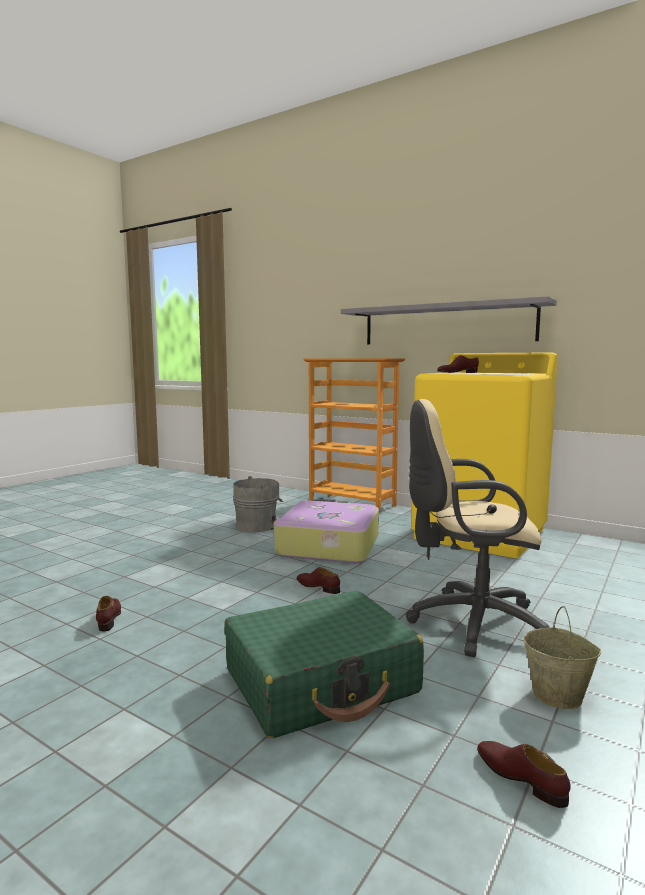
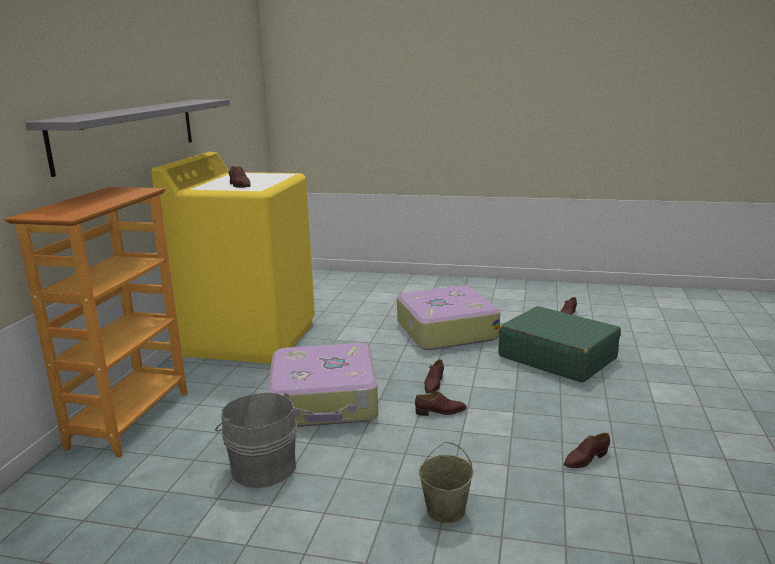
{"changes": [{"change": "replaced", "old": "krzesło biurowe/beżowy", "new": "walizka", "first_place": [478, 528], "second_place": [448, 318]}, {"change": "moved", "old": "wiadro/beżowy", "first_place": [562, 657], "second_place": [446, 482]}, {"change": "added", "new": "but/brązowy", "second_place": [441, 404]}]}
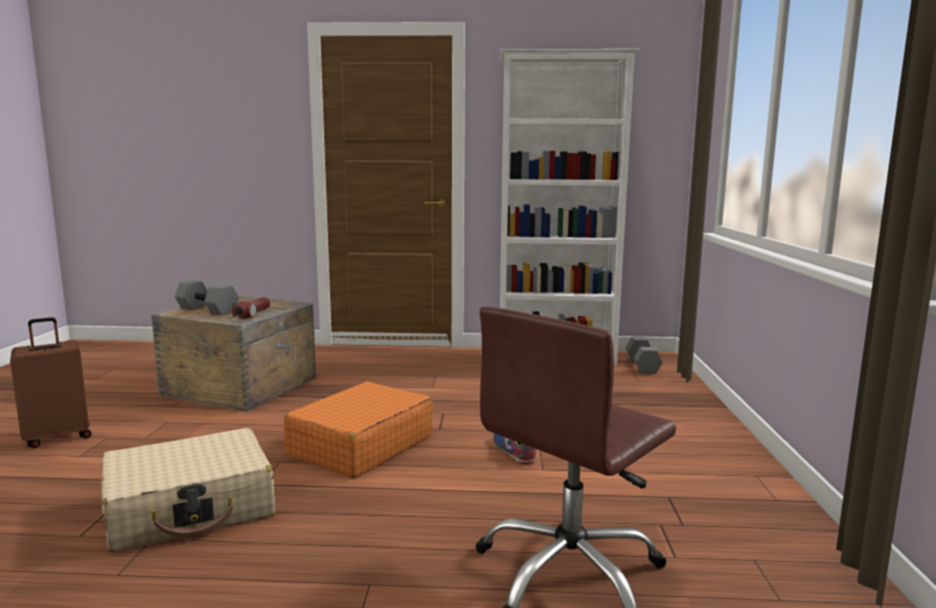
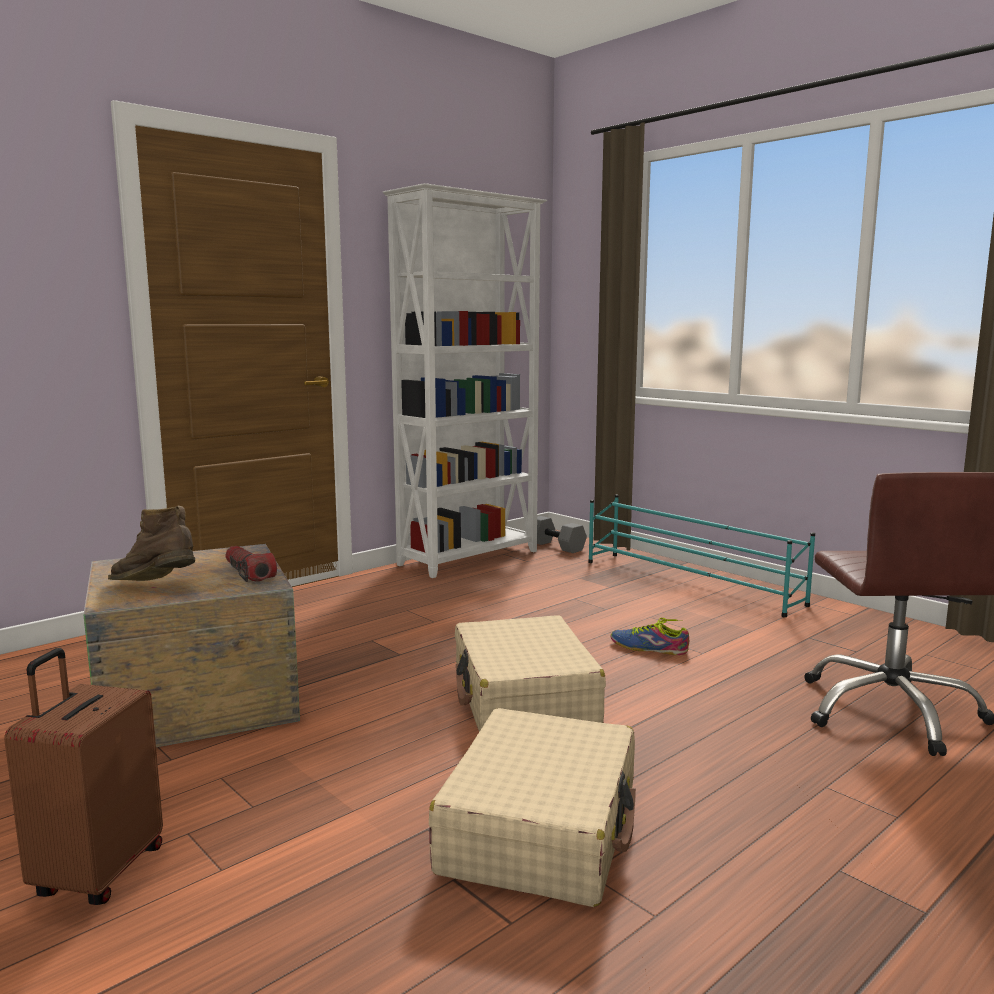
{"changes": [{"change": "replaced", "old": "hantel/szary", "new": "but z cholewką/brązowy", "first_place": [207, 298], "second_place": [151, 543]}, {"change": "recoloured", "old": "walizka/pomarańczowy", "new": "walizka/beżowy", "first_place": [358, 429], "second_place": [530, 673]}, {"change": "added", "new": "regał na buty/turkusowy", "second_place": [701, 555]}]}
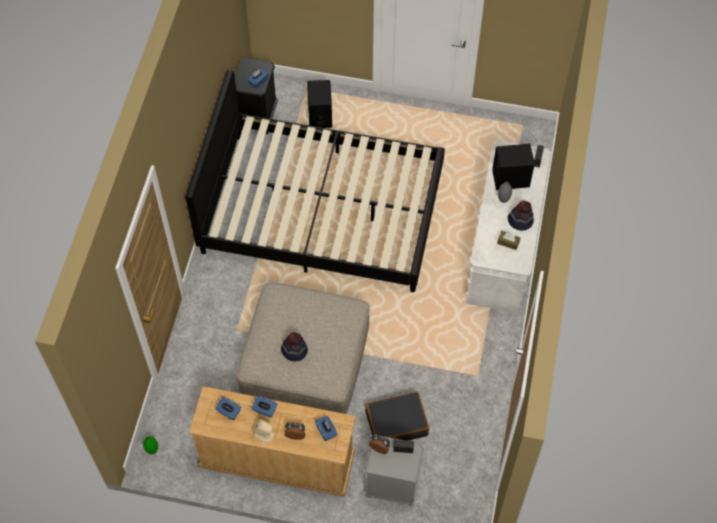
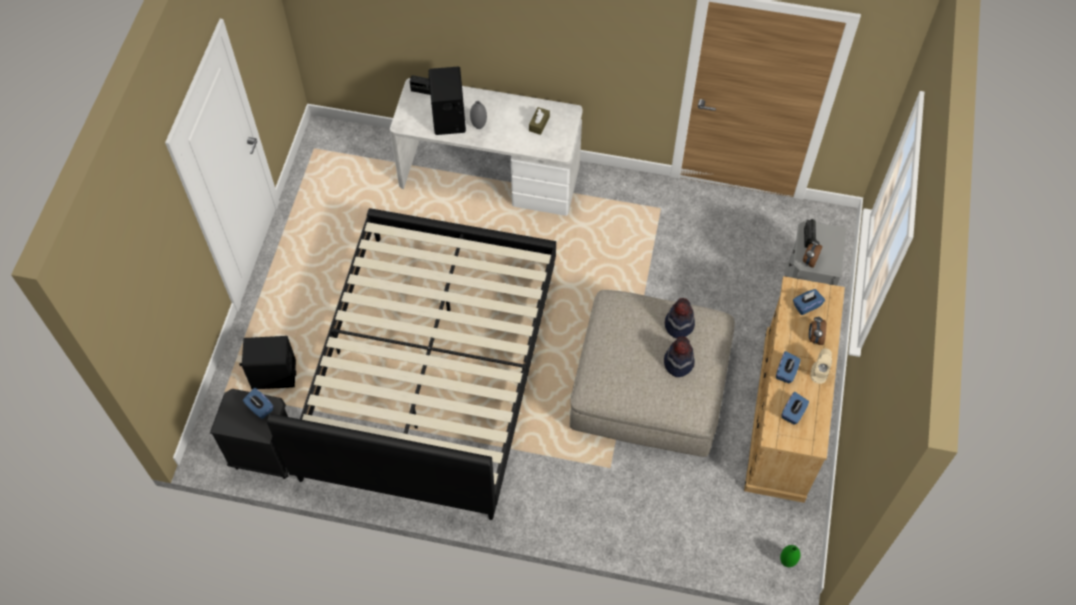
{"changes": [{"change": "moved", "old": "kapelusz", "first_place": [521, 216], "second_place": [680, 318]}, {"change": "removed", "old": "walizka/czarny", "first_place": [397, 416]}]}
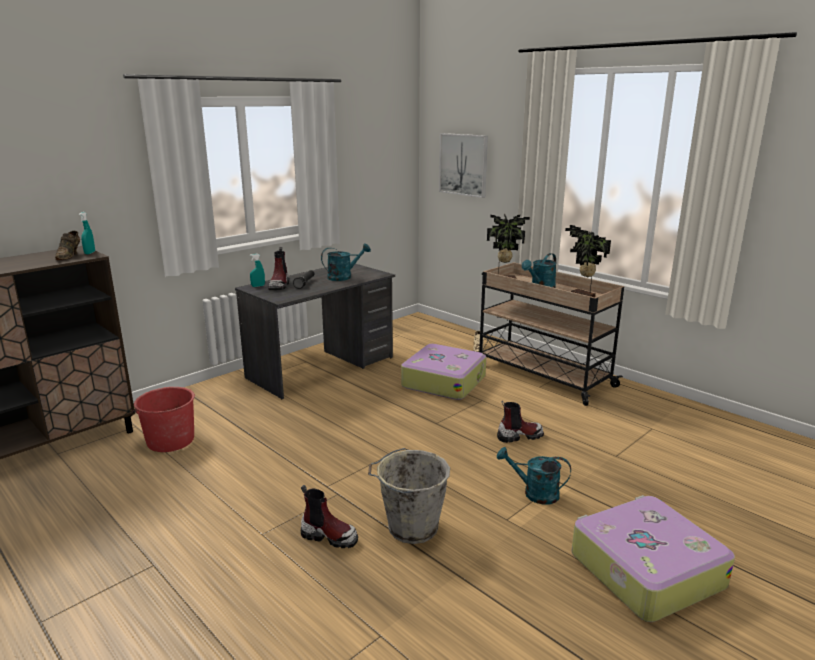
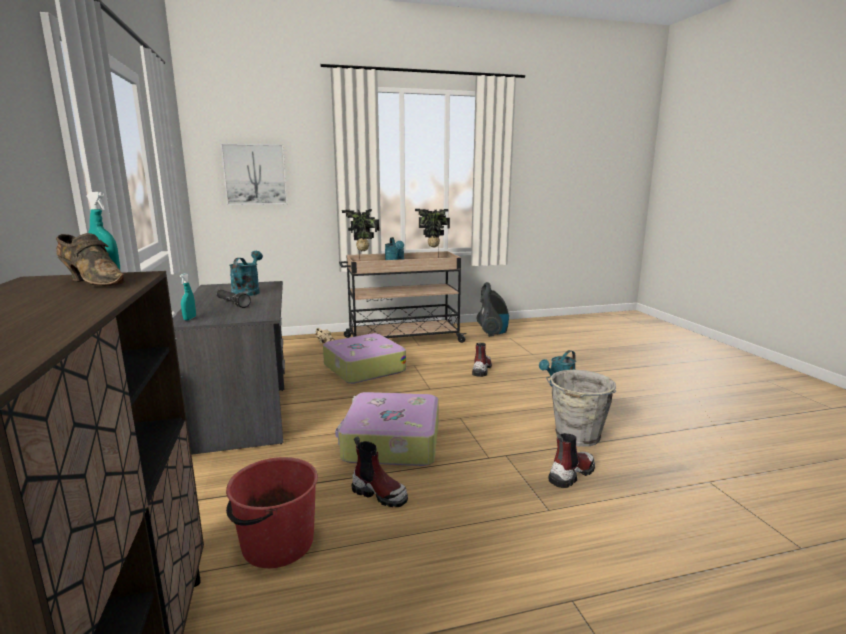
{"changes": [{"change": "moved", "old": "but z cholewką", "first_place": [279, 268], "second_place": [380, 471]}, {"change": "moved", "old": "walizka", "first_place": [653, 558], "second_place": [387, 429]}, {"change": "added", "new": "odkurzacz", "second_place": [493, 309]}]}
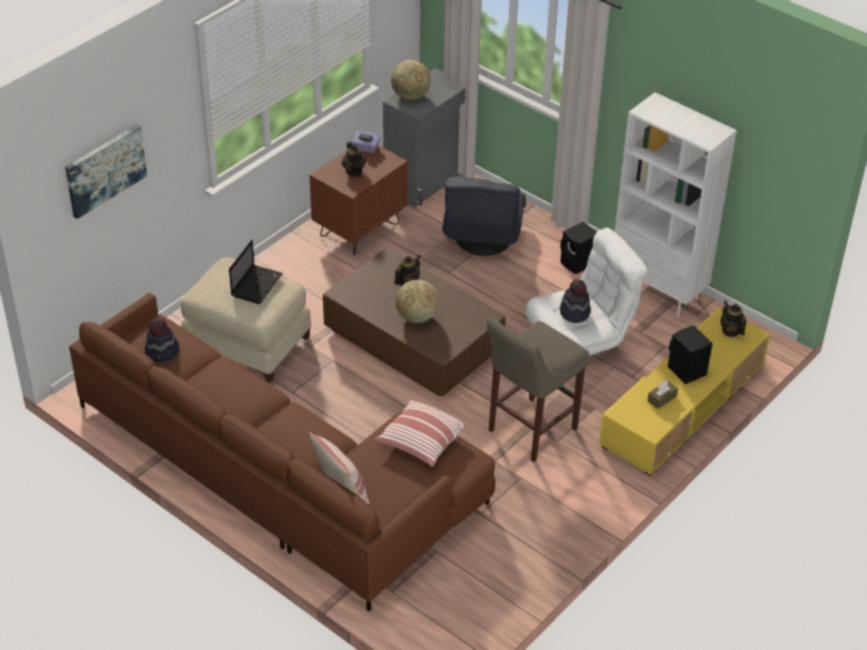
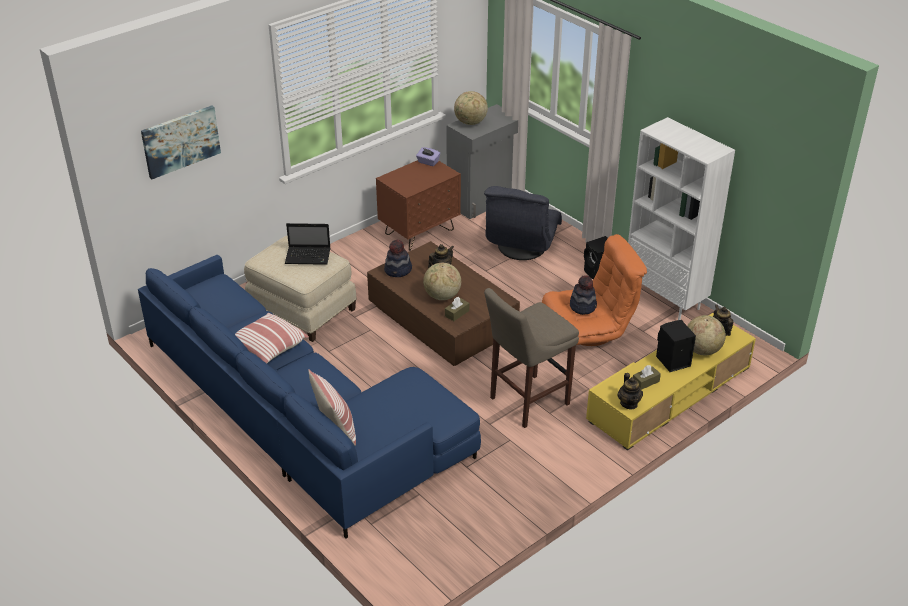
{"changes": [{"change": "moved", "old": "imbryk", "first_place": [354, 158], "second_place": [630, 391]}, {"change": "recoloured", "old": "fotel/biały", "new": "fotel/pomarańczowy", "first_place": [586, 292], "second_place": [594, 290]}, {"change": "turned", "old": "laptop", "first_place": [256, 272], "second_place": [308, 244], "degrees": 60}, {"change": "recoloured", "old": "kanapa/brązowy", "new": "kanapa/niebieski", "first_place": [282, 452], "second_place": [309, 397]}, {"change": "moved", "old": "kapelusz", "first_place": [162, 339], "second_place": [398, 258]}, {"change": "moved", "old": "poduszka", "first_place": [421, 433], "second_place": [272, 338]}, {"change": "added", "new": "pudełko chusteczek/brązowy", "second_place": [457, 309]}, {"change": "added", "new": "globus", "second_place": [706, 335]}]}
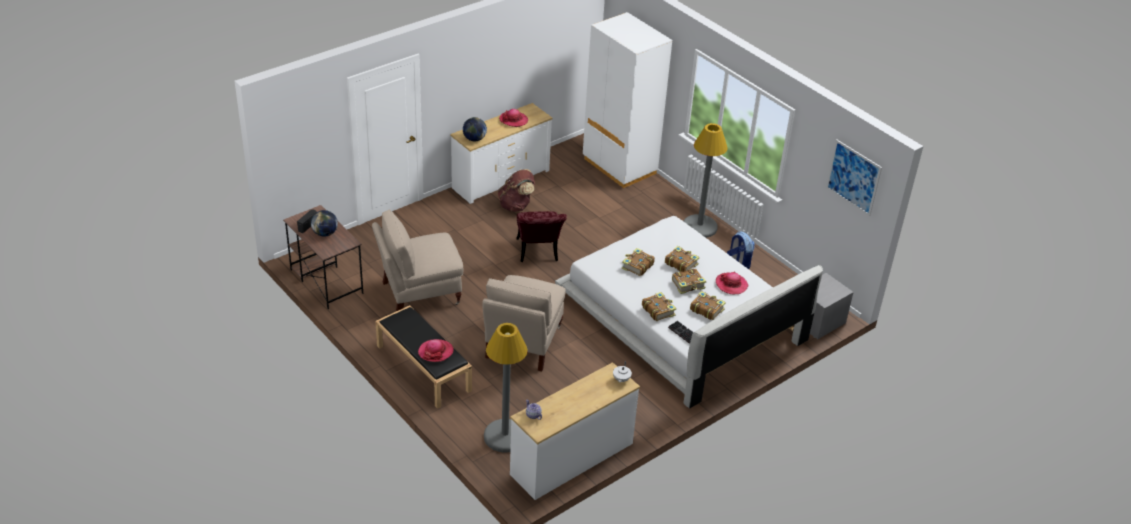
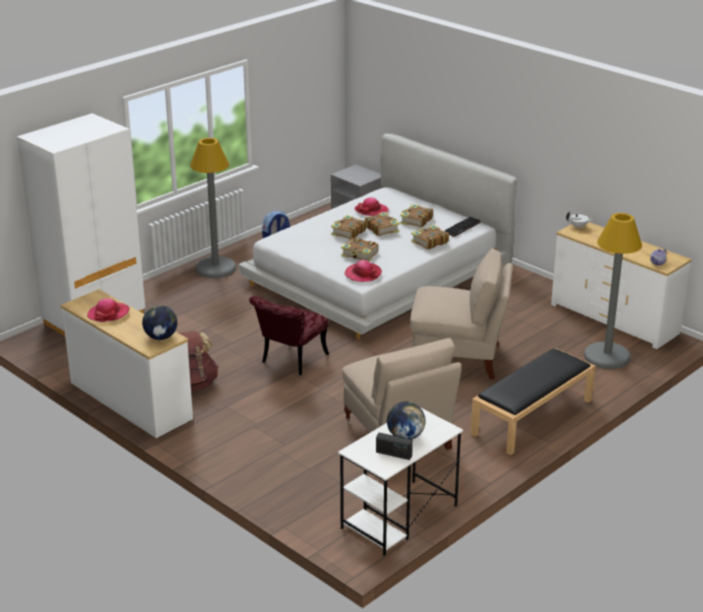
{"changes": [{"change": "removed", "old": "obraz", "first_place": [854, 178]}, {"change": "recoloured", "old": "biurko/brązowy", "new": "biurko/biały", "first_place": [323, 257], "second_place": [400, 482]}, {"change": "turned", "old": "krzesło/czerwony", "first_place": [541, 236], "second_place": [289, 335], "degrees": 135}, {"change": "moved", "old": "kapelusz", "first_place": [436, 350], "second_place": [363, 271]}]}
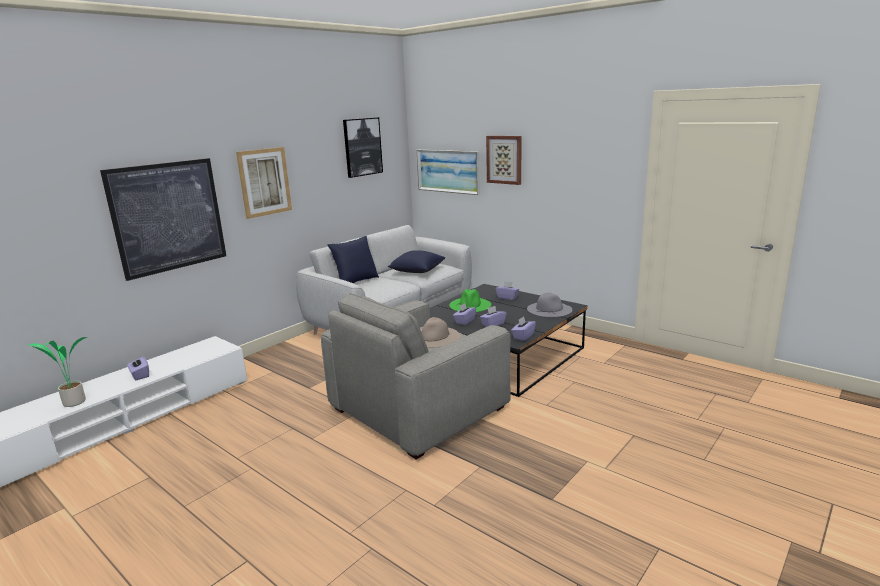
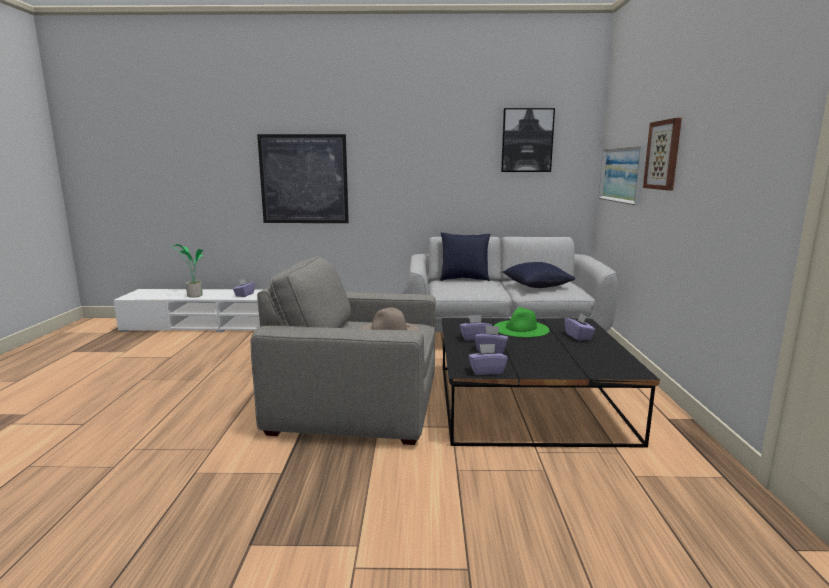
{"changes": [{"change": "removed", "old": "obraz", "first_place": [264, 183]}, {"change": "removed", "old": "kapelusz/szary", "first_place": [549, 304]}]}
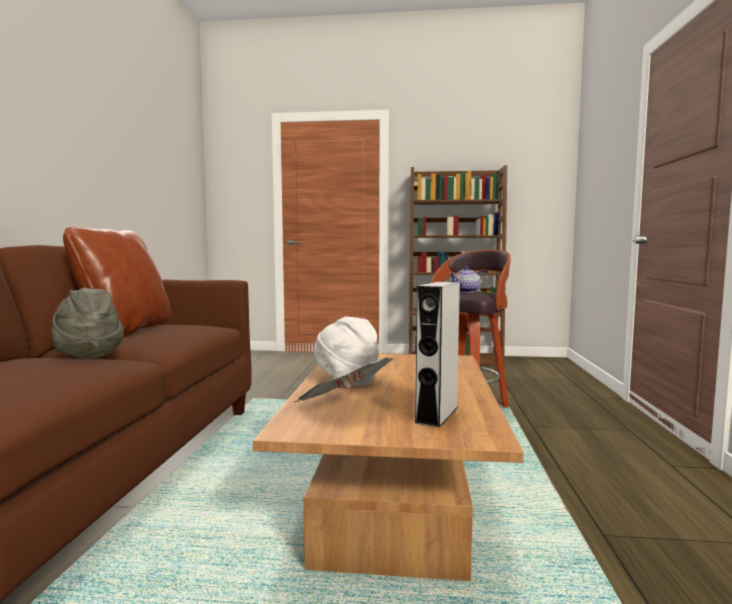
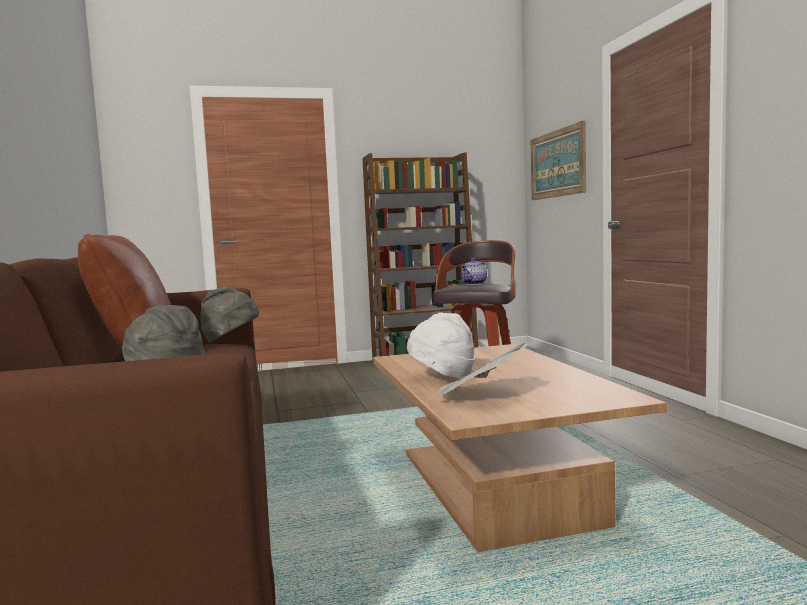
{"changes": [{"change": "removed", "old": "głośnik/szary", "first_place": [437, 354]}, {"change": "added", "new": "obraz", "second_place": [558, 160]}, {"change": "added", "new": "kapelusz/szary", "second_place": [229, 314]}]}
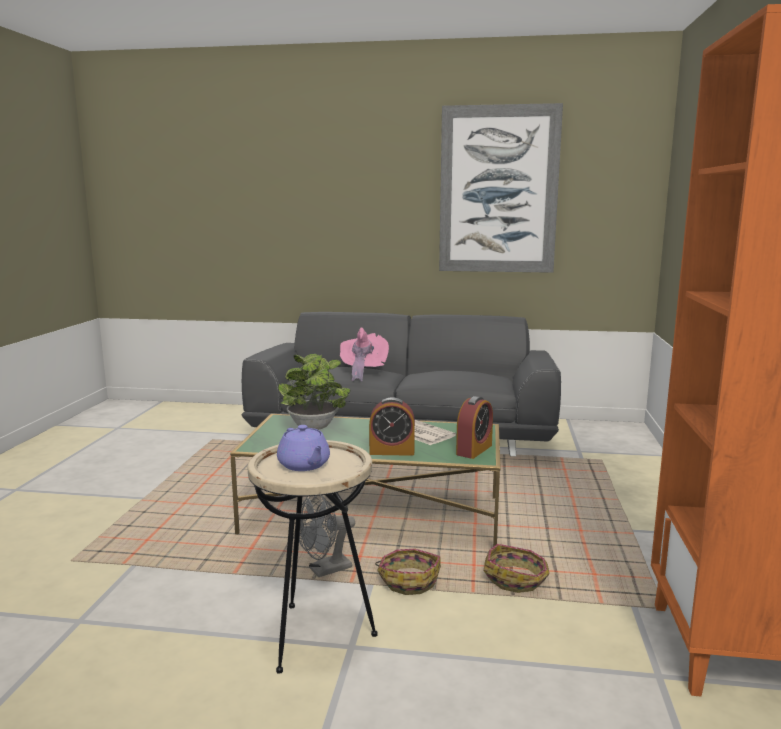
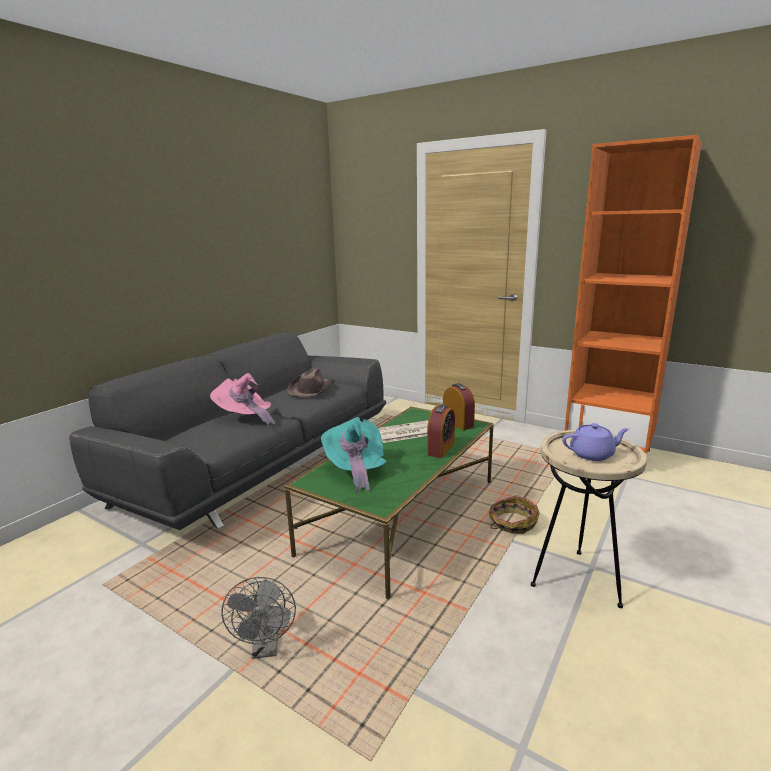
{"changes": [{"change": "removed", "old": "obraz", "first_place": [501, 188]}, {"change": "replaced", "old": "roślina doniczkowa", "new": "kapelusz/turkusowy", "first_place": [314, 392], "second_place": [353, 455]}, {"change": "moved", "old": "wentylator/szary", "first_place": [327, 536], "second_place": [258, 618]}, {"change": "removed", "old": "koszyk", "first_place": [517, 568]}, {"change": "added", "new": "kapelusz/brązowy", "second_place": [310, 382]}]}
